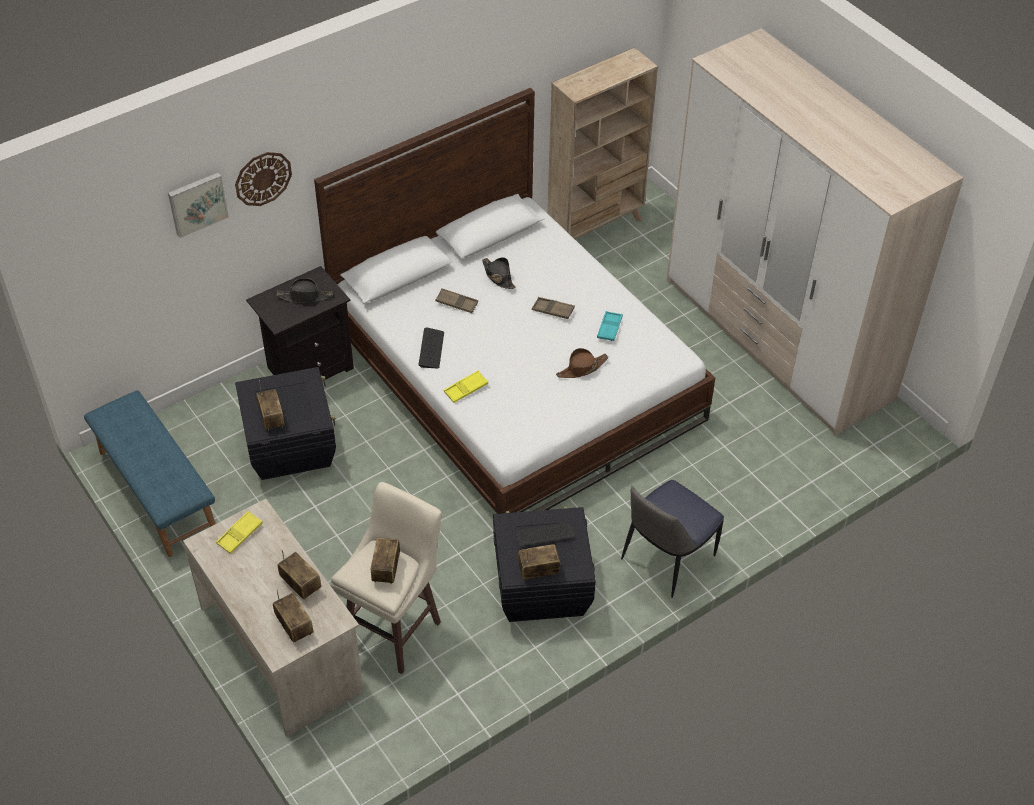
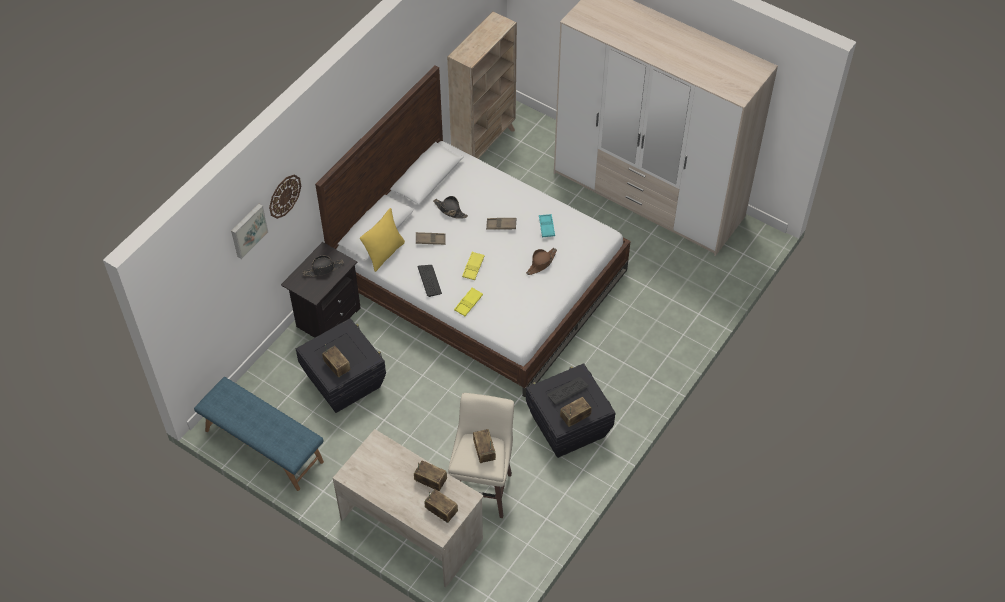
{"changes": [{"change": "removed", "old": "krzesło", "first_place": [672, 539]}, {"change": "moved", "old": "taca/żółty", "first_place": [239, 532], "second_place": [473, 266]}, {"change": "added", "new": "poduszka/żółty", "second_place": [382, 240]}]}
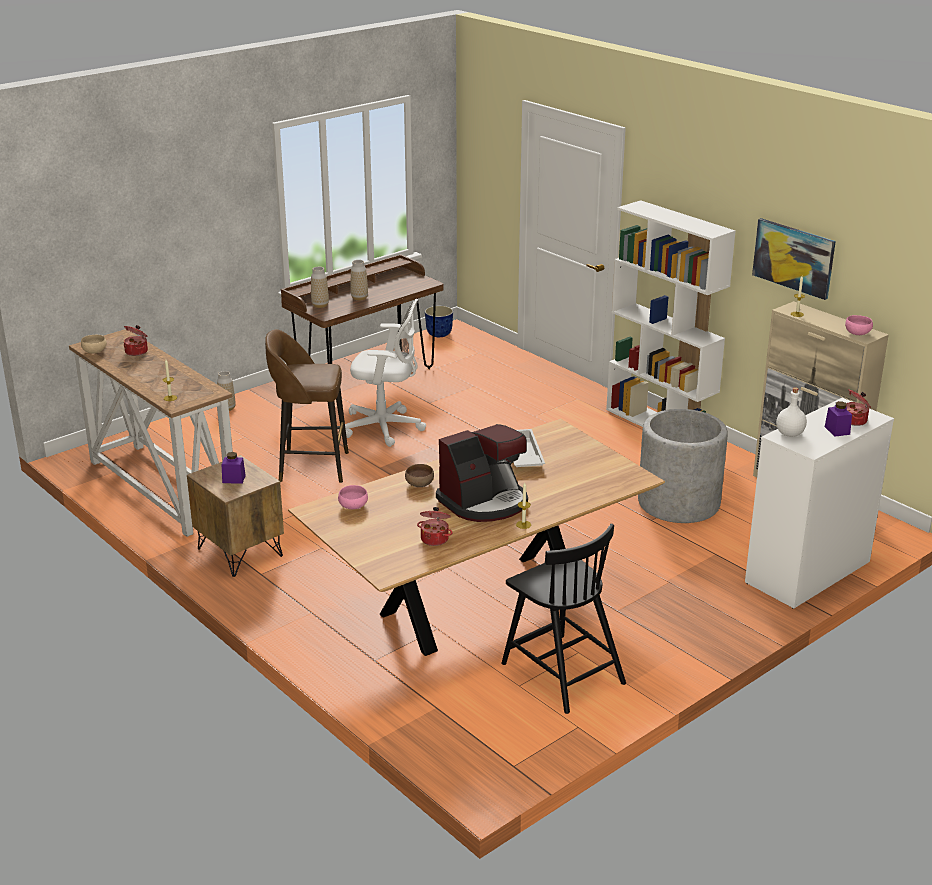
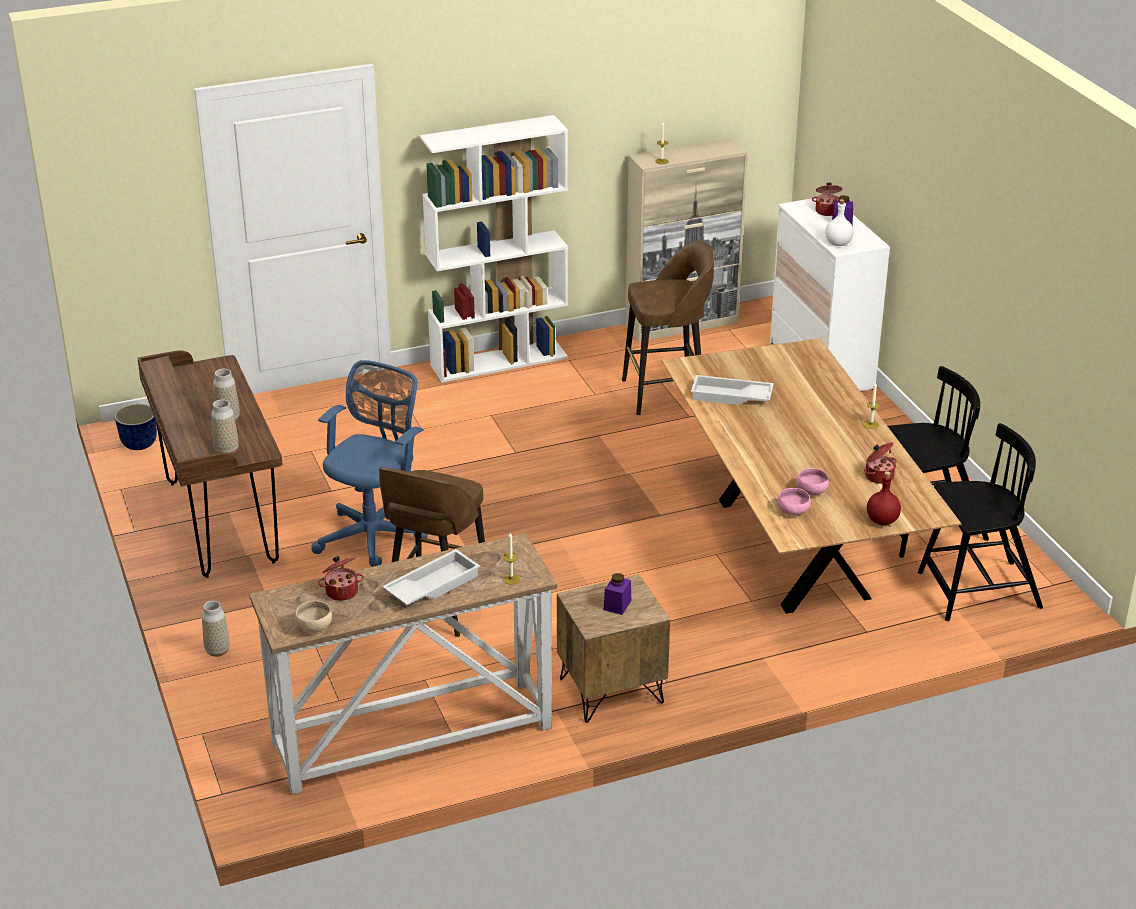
{"changes": [{"change": "removed", "old": "obraz", "first_place": [794, 259]}, {"change": "recoloured", "old": "krzesło biurowe/biały", "new": "krzesło biurowe/niebieski", "first_place": [385, 373], "second_place": [369, 463]}, {"change": "moved", "old": "miska/różowy", "first_place": [859, 325], "second_place": [812, 481]}, {"change": "replaced", "old": "donica/szary", "new": "stołek/brązowy", "first_place": [683, 466], "second_place": [668, 327]}, {"change": "removed", "old": "ekspres do kawy", "first_place": [482, 473]}, {"change": "removed", "old": "miska/brązowy", "first_place": [419, 475]}, {"change": "added", "new": "krzesło/czarny", "second_place": [980, 522]}, {"change": "added", "new": "butelka/czerwony", "second_place": [884, 498]}, {"change": "added", "new": "taca/biały", "second_place": [431, 577]}]}
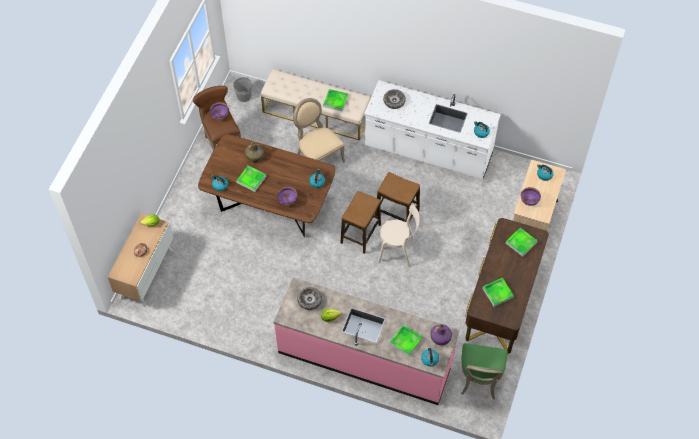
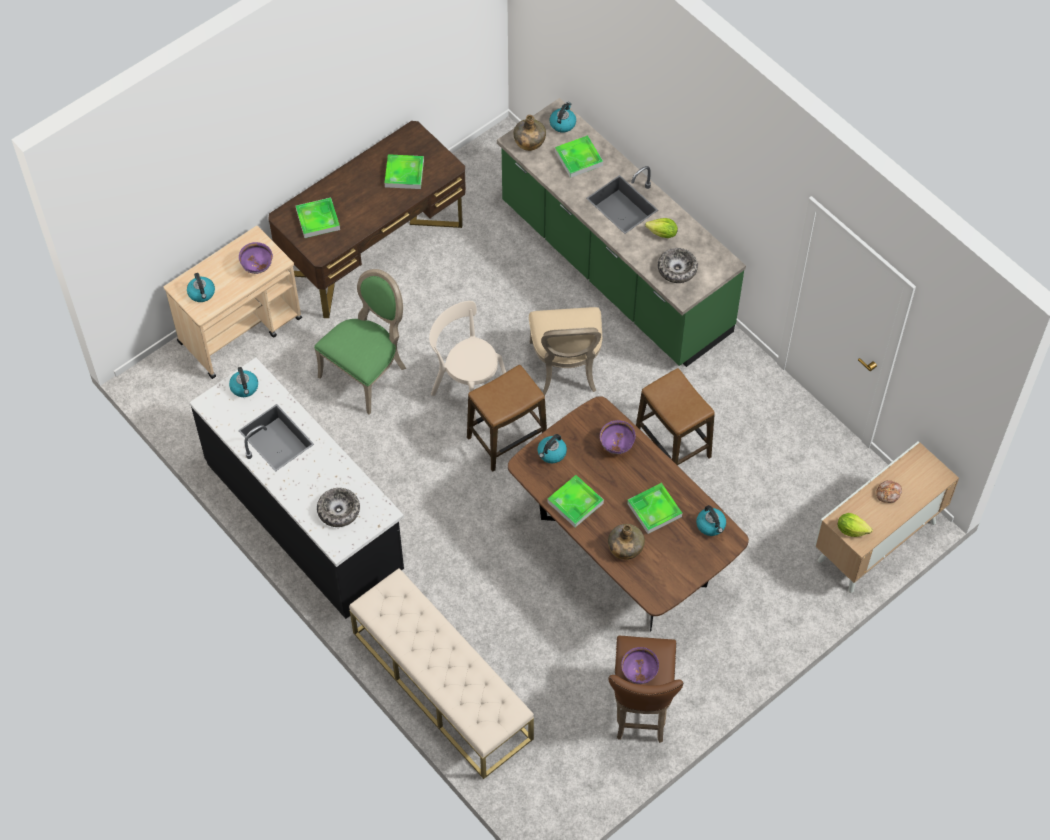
{"changes": [{"change": "removed", "old": "wiadro/szary", "first_place": [242, 89]}, {"change": "recoloured", "old": "zabudowa kuchenna/biały", "new": "zabudowa kuchenna/czarny", "first_place": [432, 129], "second_place": [296, 488]}, {"change": "moved", "old": "taca", "first_place": [335, 100], "second_place": [575, 501]}, {"change": "moved", "old": "krzesło/beżowy", "first_place": [319, 130], "second_place": [565, 351]}, {"change": "moved", "old": "stołek", "first_place": [397, 197], "second_place": [675, 417]}, {"change": "recoloured", "old": "zabudowa kuchenna/różowy", "new": "zabudowa kuchenna/zielony", "first_place": [367, 341], "second_place": [621, 232]}, {"change": "recoloured", "old": "butelka/fioletowy", "new": "butelka/zielony", "first_place": [441, 334], "second_place": [529, 133]}, {"change": "moved", "old": "krzesło/zielony", "first_place": [484, 371], "second_place": [360, 341]}]}
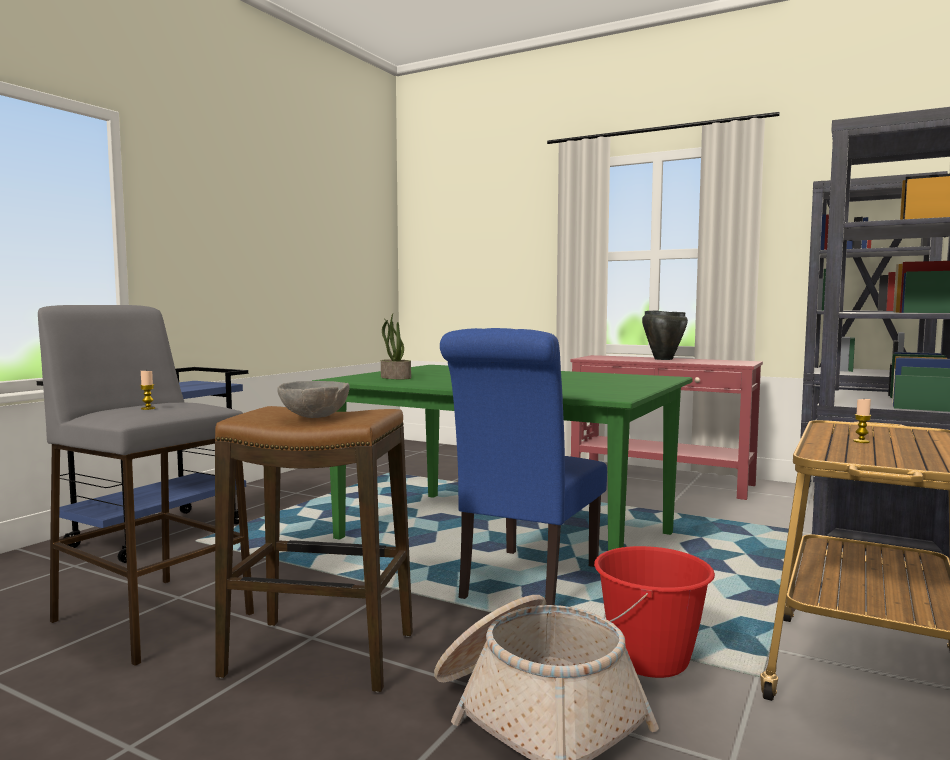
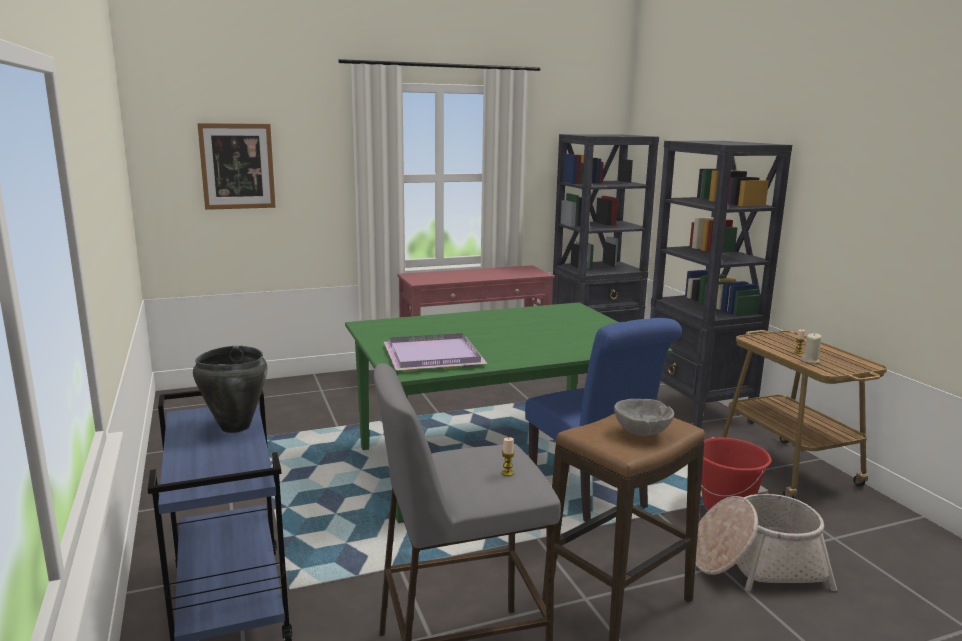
{"changes": [{"change": "moved", "old": "garnek/czarny", "first_place": [665, 335], "second_place": [230, 389]}, {"change": "replaced", "old": "roślina doniczkowa", "new": "taca/fioletowy", "first_place": [396, 346], "second_place": [436, 352]}, {"change": "added", "new": "obraz", "second_place": [236, 166]}, {"change": "added", "new": "świeca/beżowy", "second_place": [811, 348]}]}
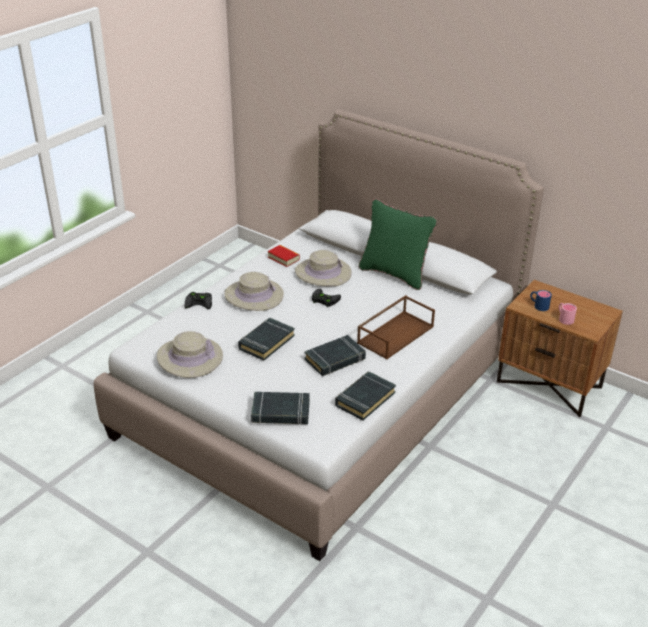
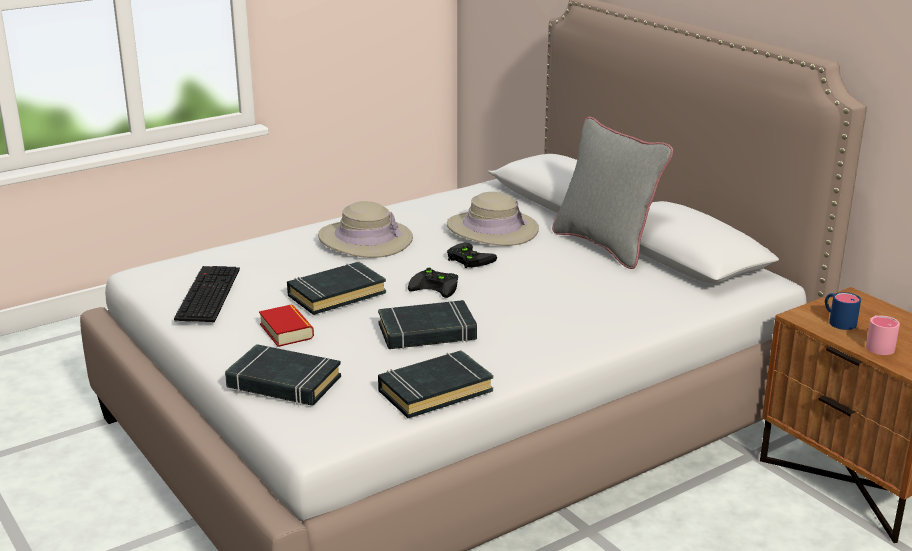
{"changes": [{"change": "recoloured", "old": "poduszka/zielony", "new": "poduszka/szary", "first_place": [398, 244], "second_place": [612, 193]}, {"change": "moved", "old": "książka", "first_place": [284, 256], "second_place": [286, 325]}, {"change": "moved", "old": "pad do gier/czarny", "first_place": [198, 300], "second_place": [433, 283]}, {"change": "removed", "old": "taca/brązowy", "first_place": [396, 327]}, {"change": "replaced", "old": "kapelusz/beżowy", "new": "klawiatura", "first_place": [190, 354], "second_place": [207, 294]}]}
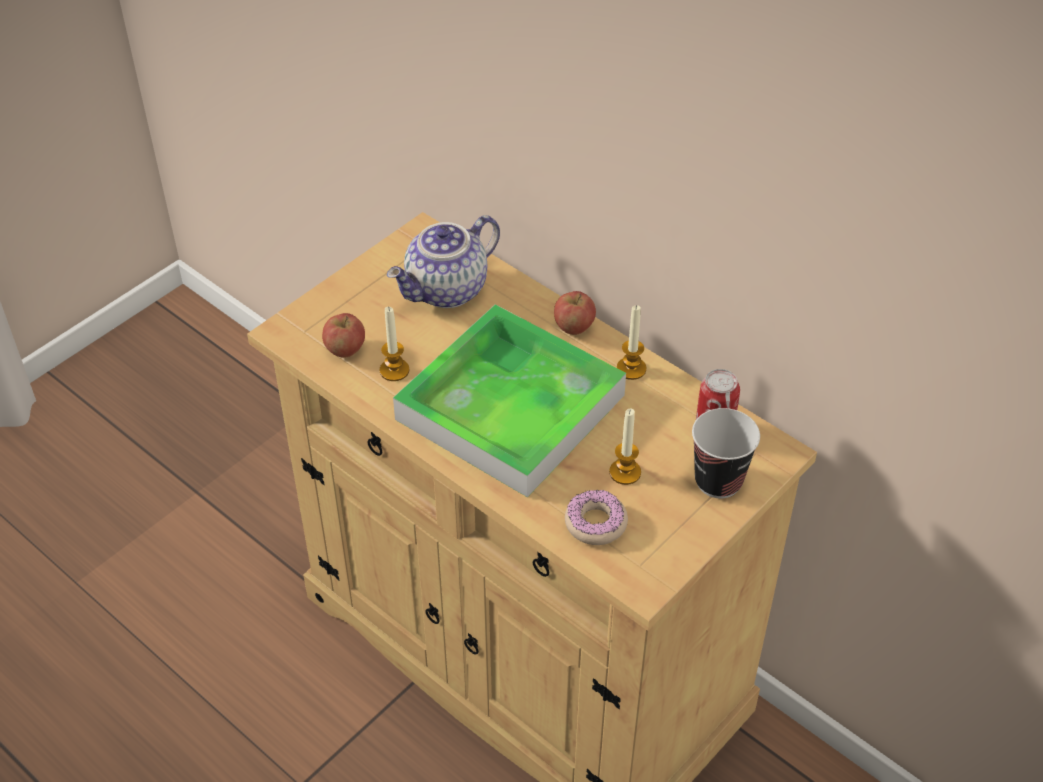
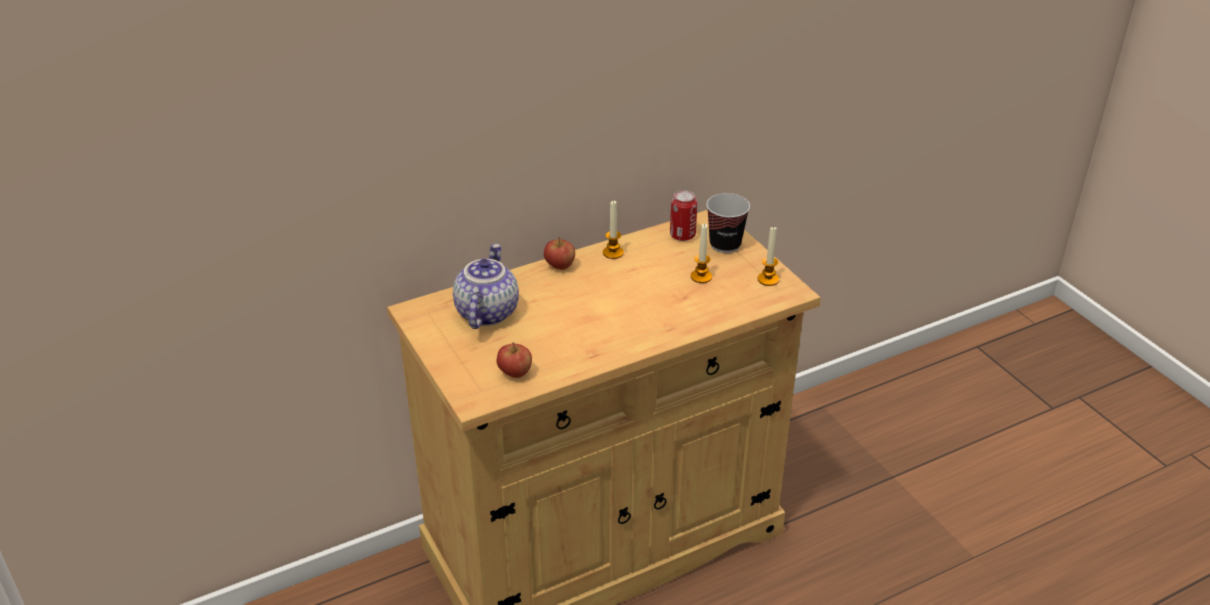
{"changes": [{"change": "turned", "old": "imbryk", "first_place": [443, 261], "second_place": [486, 286], "degrees": -150}, {"change": "removed", "old": "taca", "first_place": [509, 400]}, {"change": "moved", "old": "świeca", "first_place": [394, 344], "second_place": [768, 256]}, {"change": "removed", "old": "donut", "first_place": [596, 517]}]}
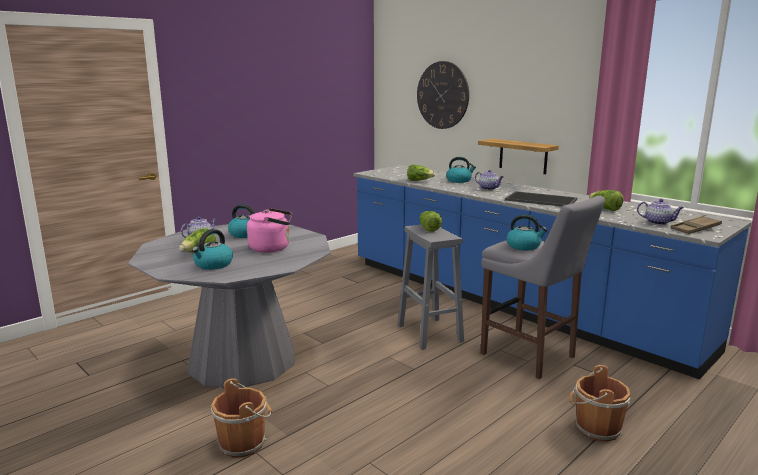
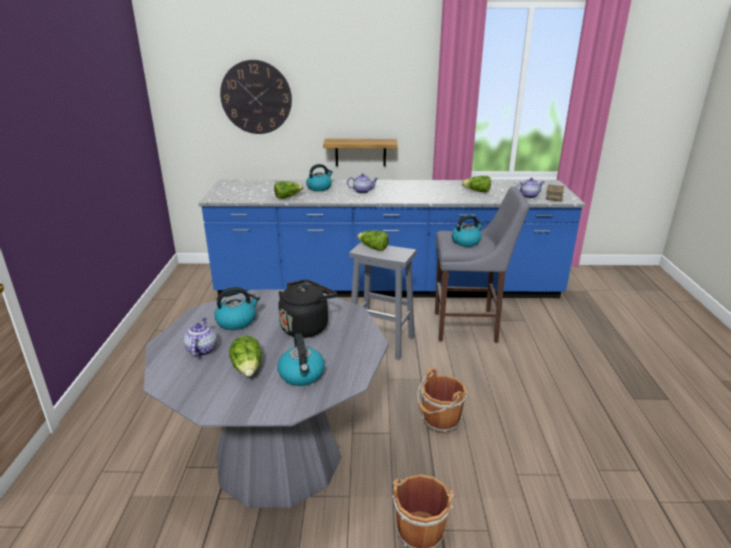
{"changes": [{"change": "removed", "old": "taca", "first_place": [541, 199]}, {"change": "recoloured", "old": "czajnik/różowy", "new": "czajnik/czarny", "first_place": [269, 230], "second_place": [307, 308]}, {"change": "moved", "old": "wiadro/brązowy", "first_place": [600, 403], "second_place": [442, 400]}]}
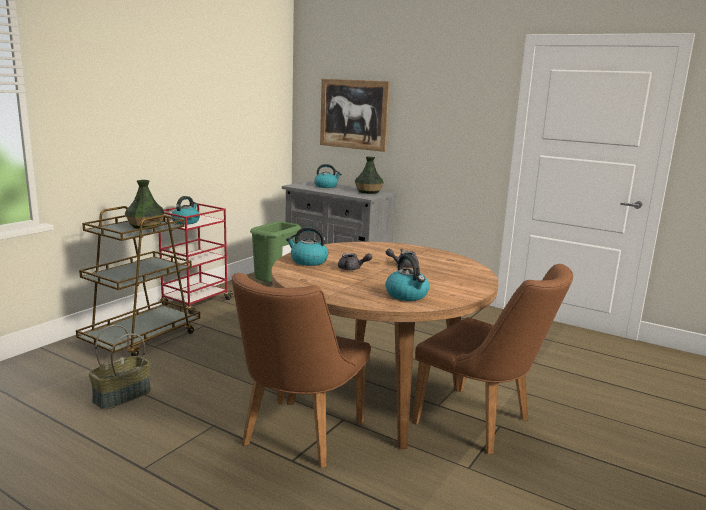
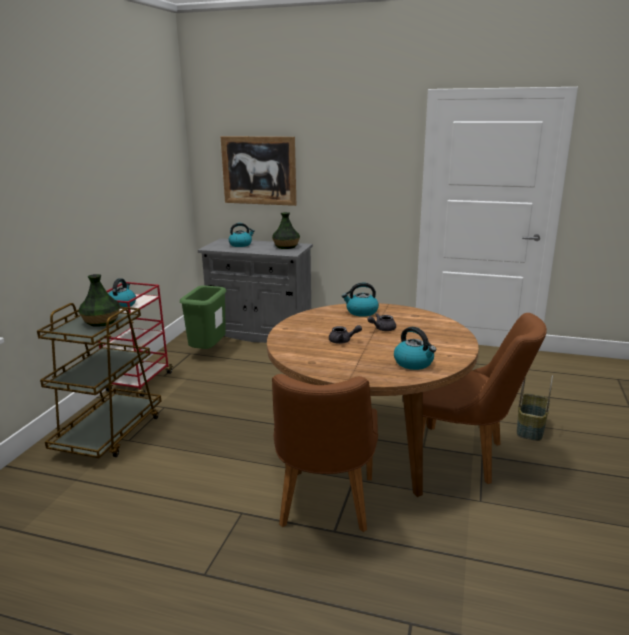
{"changes": [{"change": "moved", "old": "czajnik", "first_place": [307, 246], "second_place": [360, 300]}, {"change": "moved", "old": "koszyk", "first_place": [120, 367], "second_place": [535, 408]}]}
